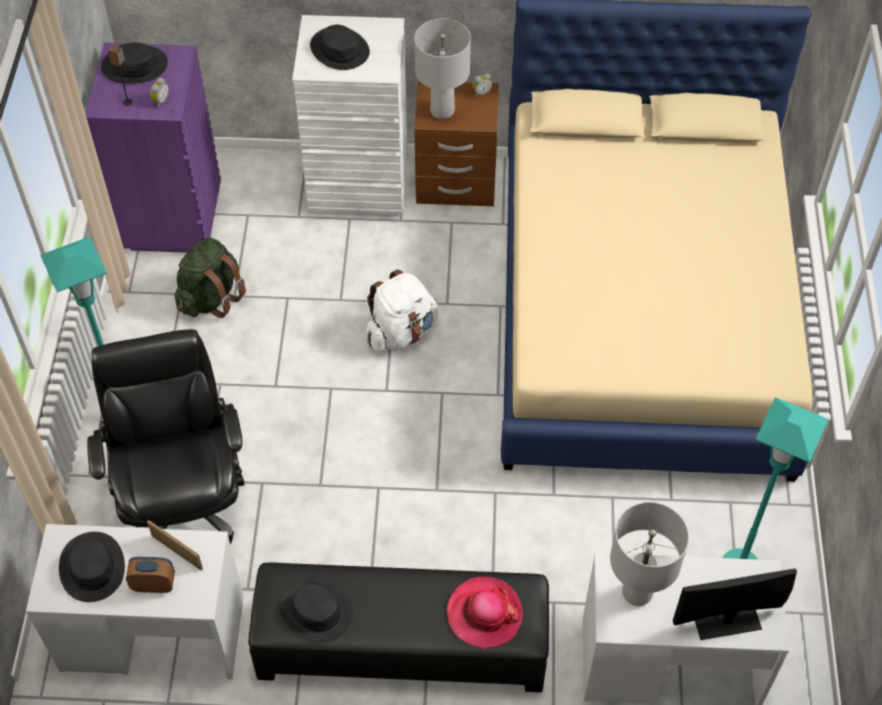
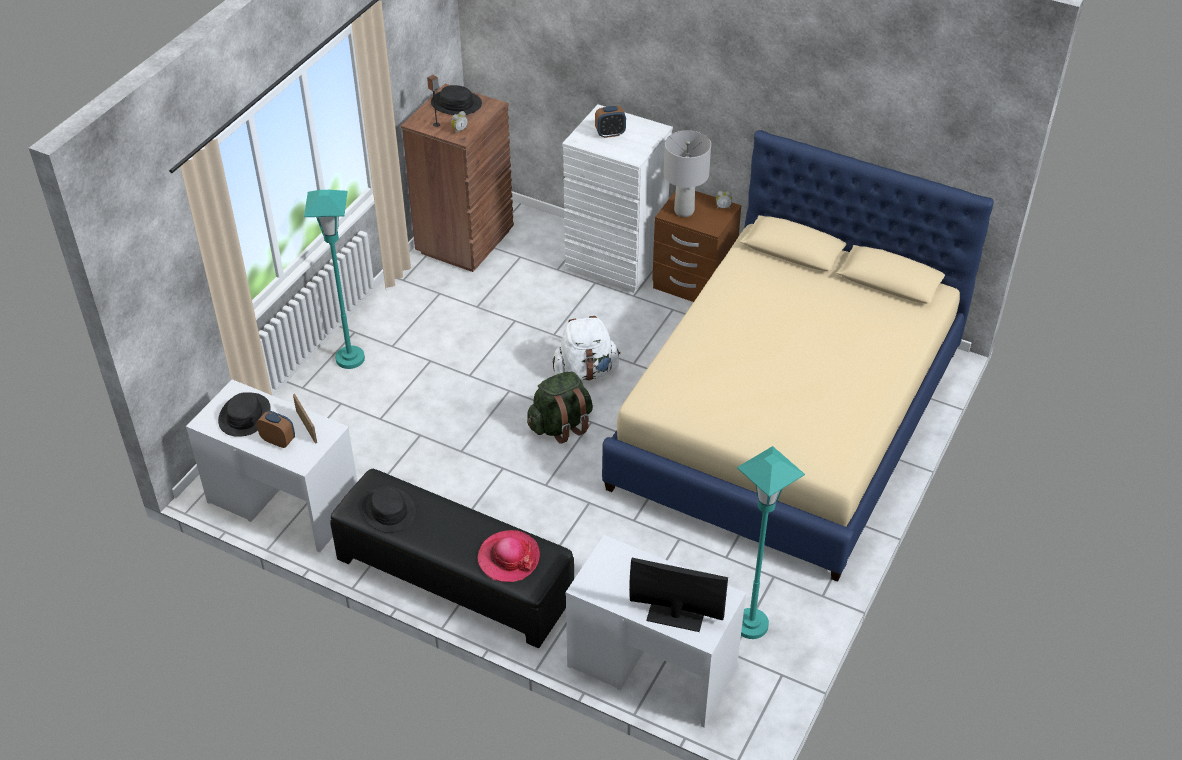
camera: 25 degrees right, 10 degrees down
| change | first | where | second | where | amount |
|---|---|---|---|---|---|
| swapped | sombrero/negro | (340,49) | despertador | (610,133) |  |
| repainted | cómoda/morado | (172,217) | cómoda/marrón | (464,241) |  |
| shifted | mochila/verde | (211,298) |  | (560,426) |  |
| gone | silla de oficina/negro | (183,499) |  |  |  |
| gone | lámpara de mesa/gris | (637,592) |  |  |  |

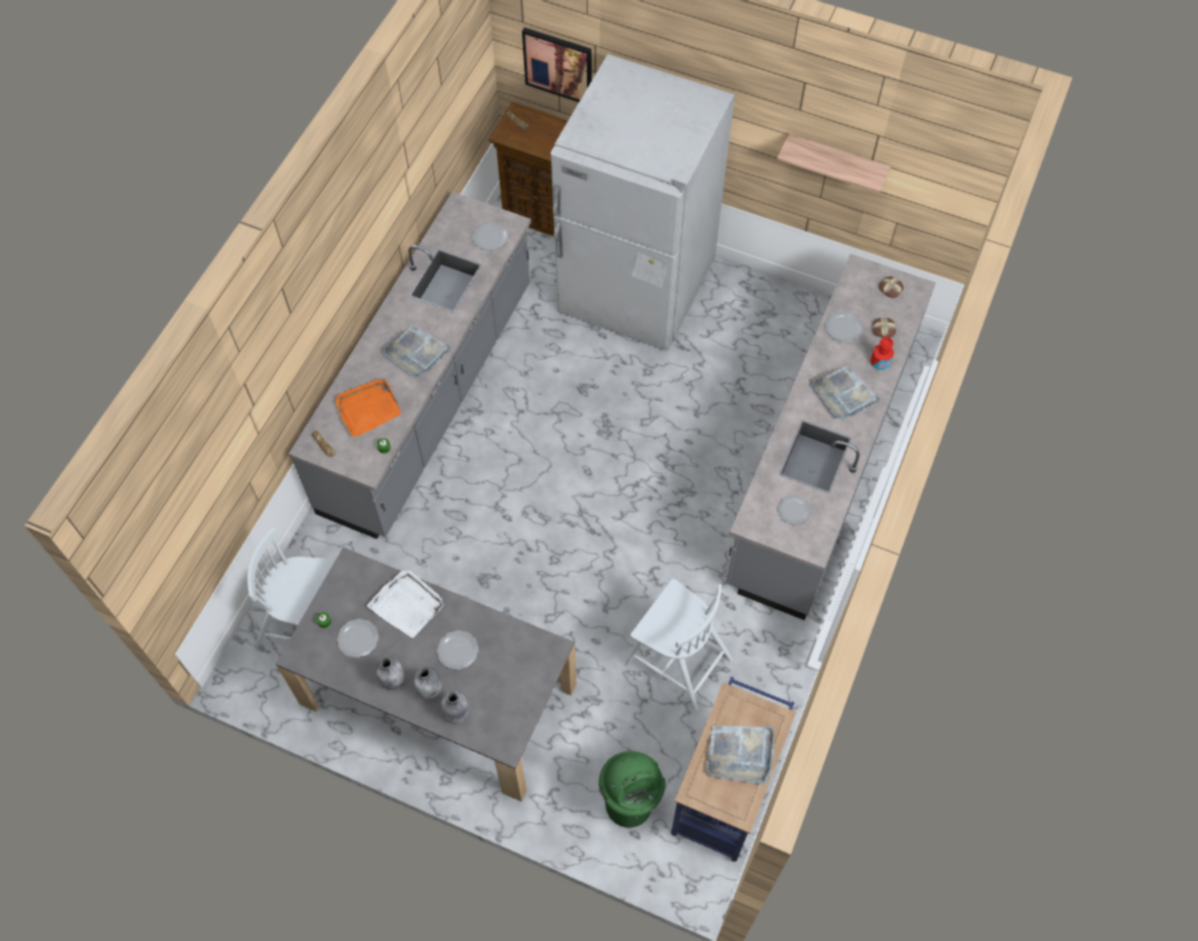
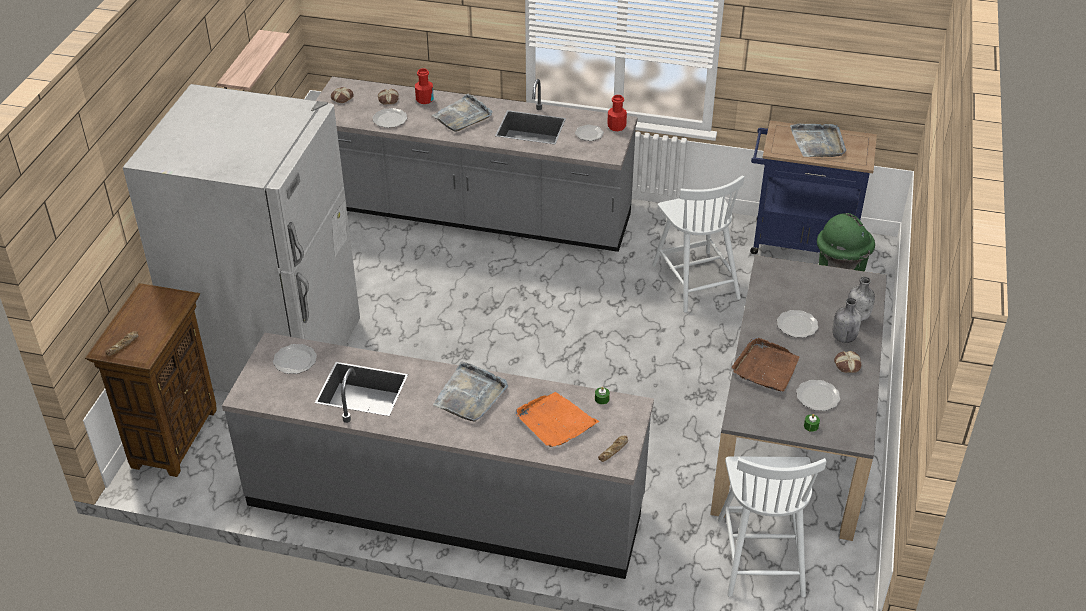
camera: 100 degrees left, 20 degrees down
| change | first | where | second | where | amount |
|---|---|---|---|---|---|
| gone | cuadro | (558,65) |  |  |  |
| repainted | bandeja/blanco | (407,604) | bandeja/marrón | (765,367) |  |
| rotated | silla/blanco | (677,660) |  | (695,280) | 135 degrees clockwise |
| swapped | botella/gris | (392,679) | pan | (847,364) |  |
| new |  |  | botella/rojo | (616,126) |  |

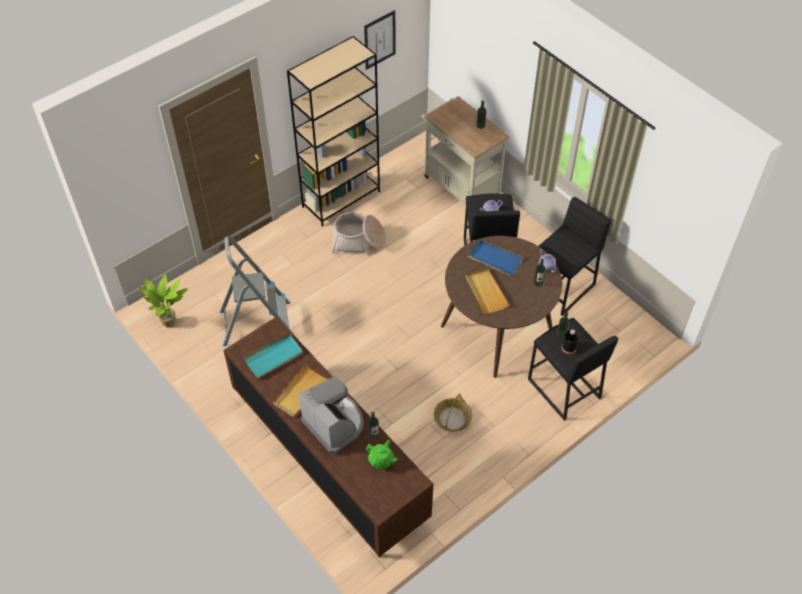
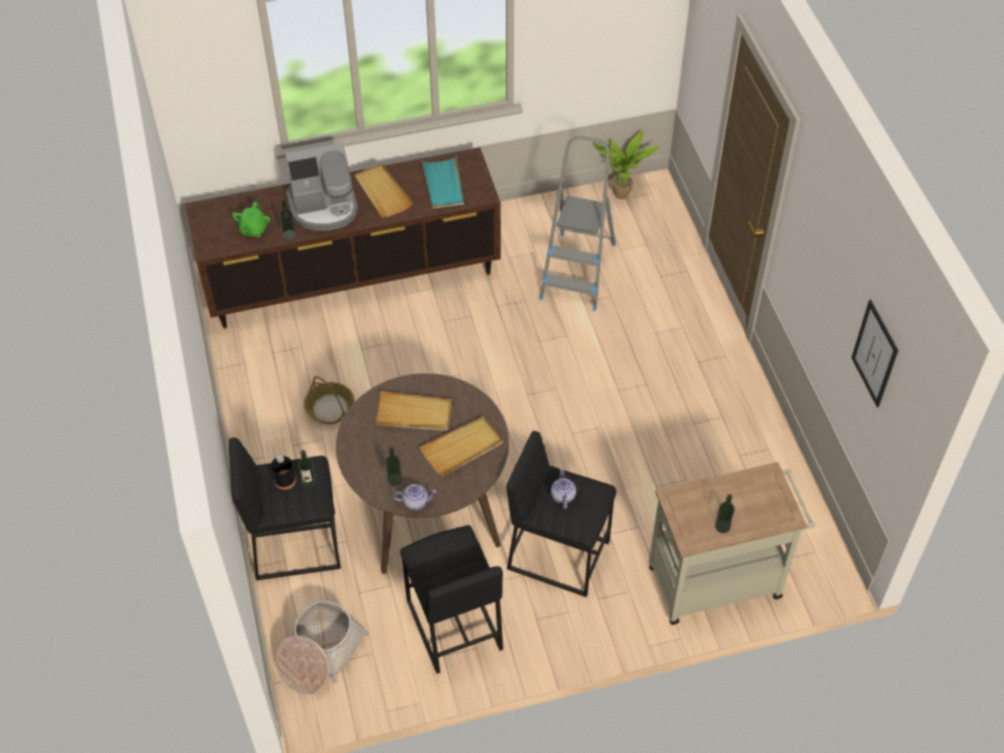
camera: 115 degrees right, 0 degrees up
| change | first | where | second | where | amount |
|---|---|---|---|---|---|
| gone | estantería/beis | (341,199) |  |  |  |
| shifted | cesta | (358,241) |  | (320,654) |  |
| repainted | bandeja/azul | (495,259) | bandeja/beis | (462,448) |  |
| rotated | tetera/verde | (381,460) |  | (253,230) | 45 degrees counterclockwise |

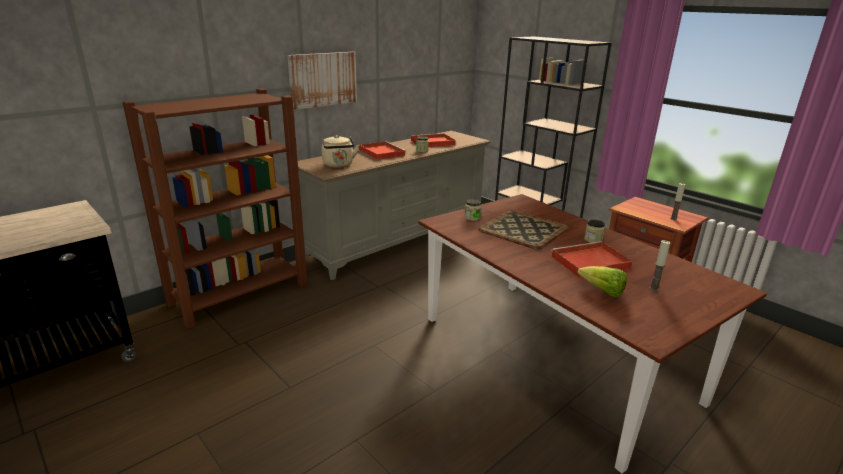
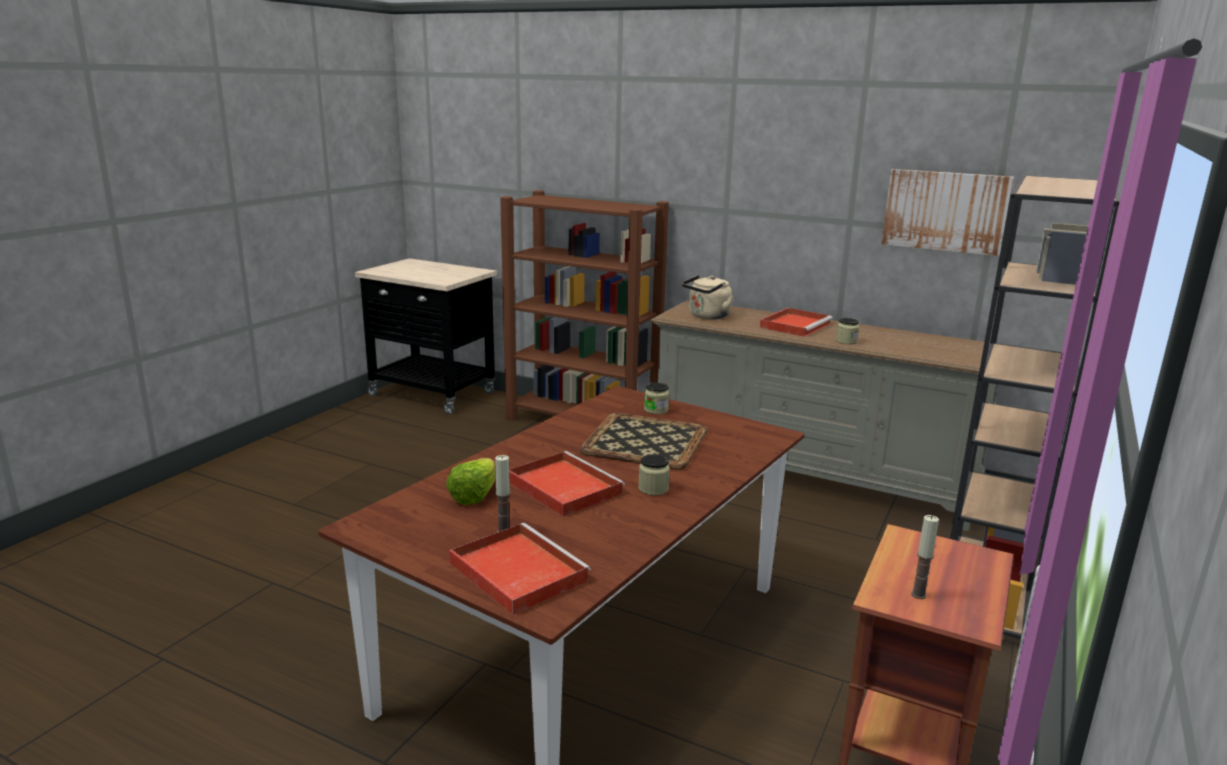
camera: 70 degrees right, 5 degrees down
| change | first | where | second | where | amount |
|---|---|---|---|---|---|
| shifted | cuadro | (323,79) |  | (945,211) |  |
| shifted | bandeja/rojo | (431,143) |  | (516,571) |  |

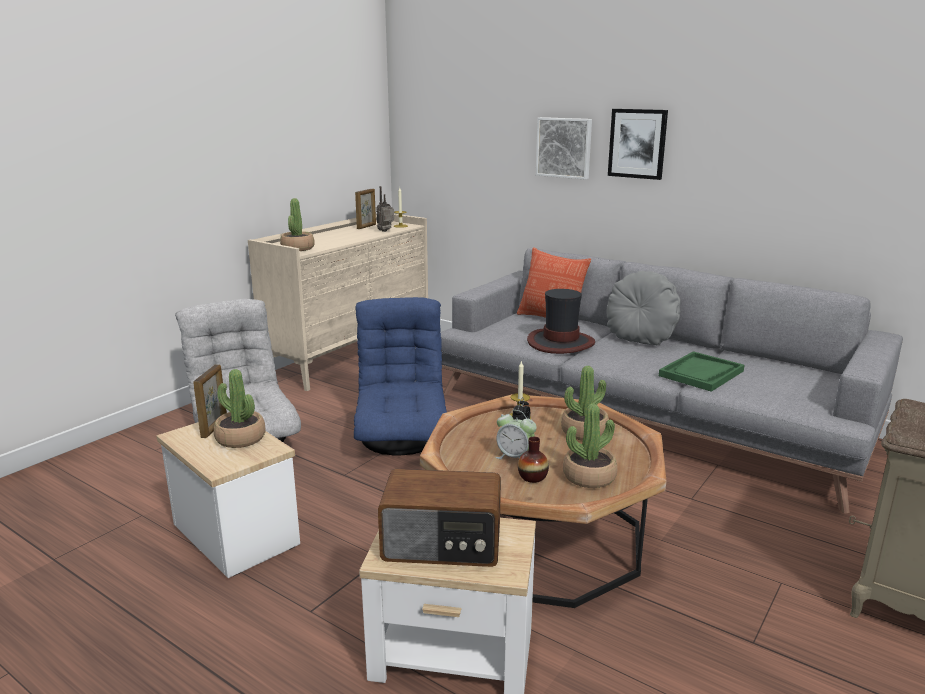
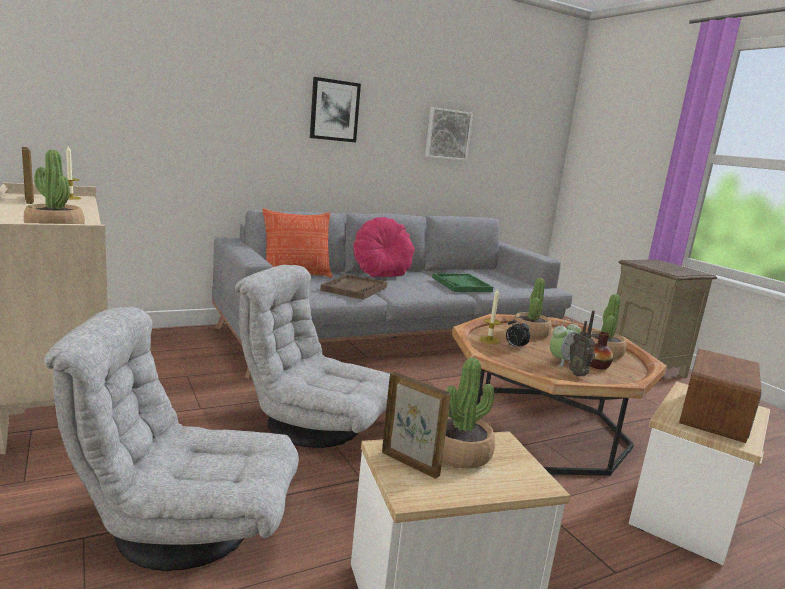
camera: 65 degrees left, 5 degrees down
| change | first | where | second | where | amount |
|---|---|---|---|---|---|
| shifted | cuadro | (564,147) |  | (447,134) |  |
| shifted | radio | (386,231) |  | (578,374) |  |
| repainted | cojín/gris | (640,340) | cojín/rosa | (381,275) |  |
| swapped | sombrero | (560,342) | bandeja/marrón | (354,289) |  |
| repainted | sillón/azul | (403,438) | sillón/gris | (317,424) |  |

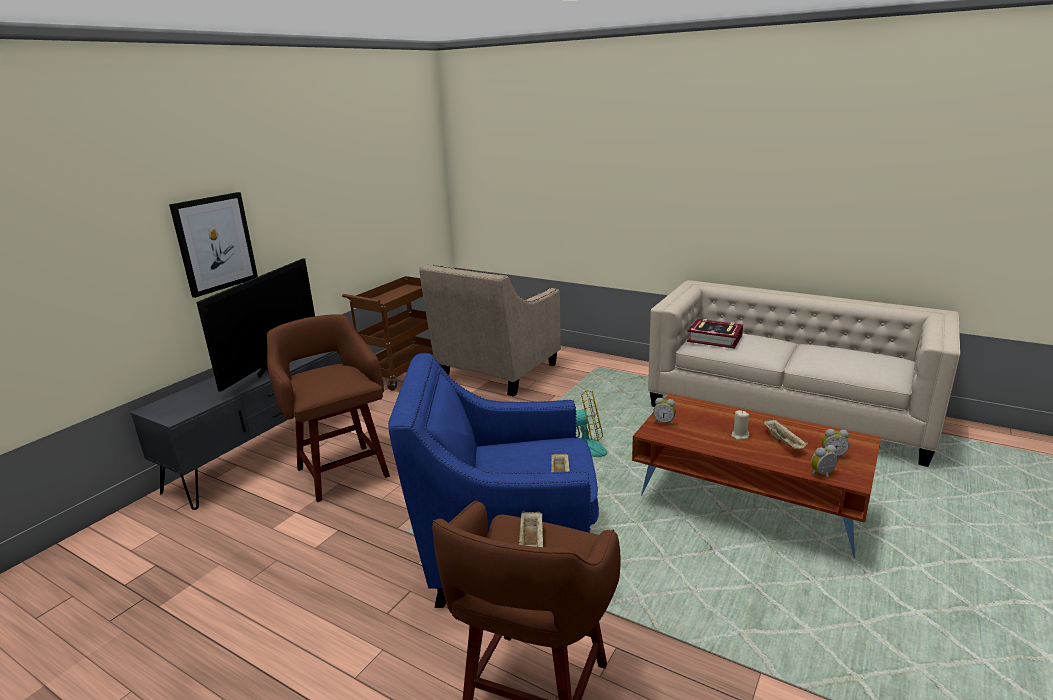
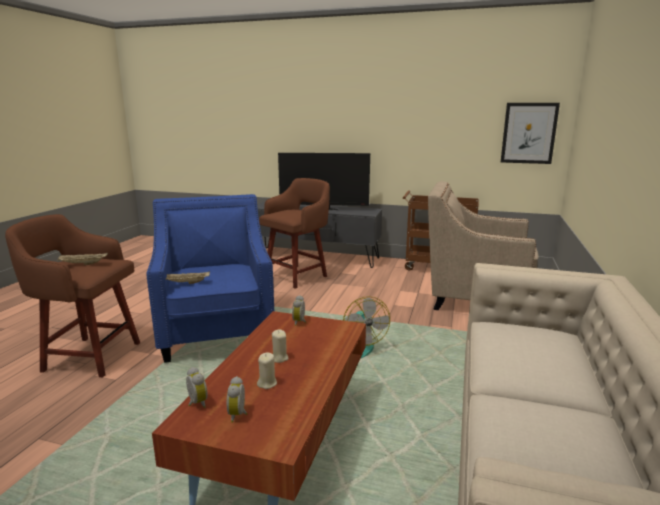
camera: 75 degrees right, 5 degrees down
| change | first | where | second | where | amount |
|---|---|---|---|---|---|
| shifted | cuadro | (215,243) |  | (528,133) |  |
| gone | libro | (714,338) |  |  |  |
| swapped | bandeja/beis | (784,442) | vela/beis | (267,383) |  |

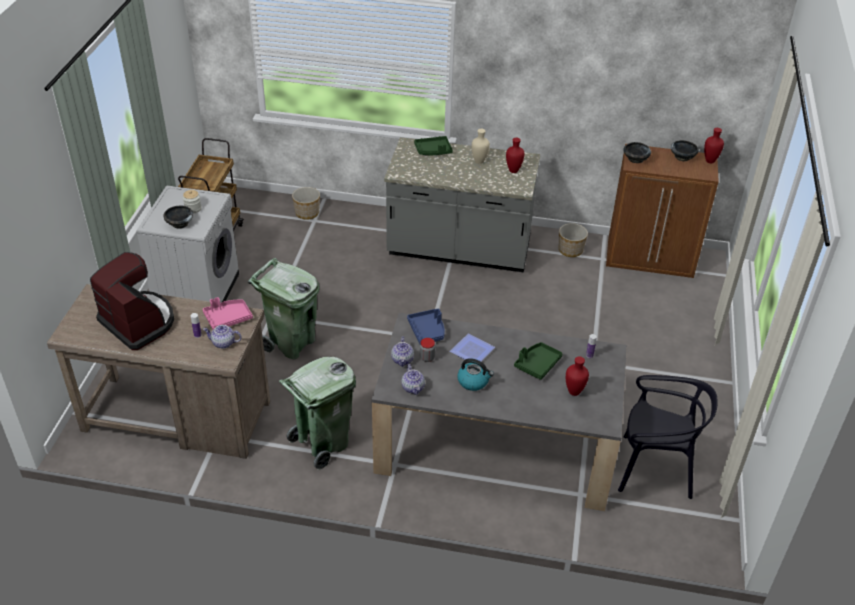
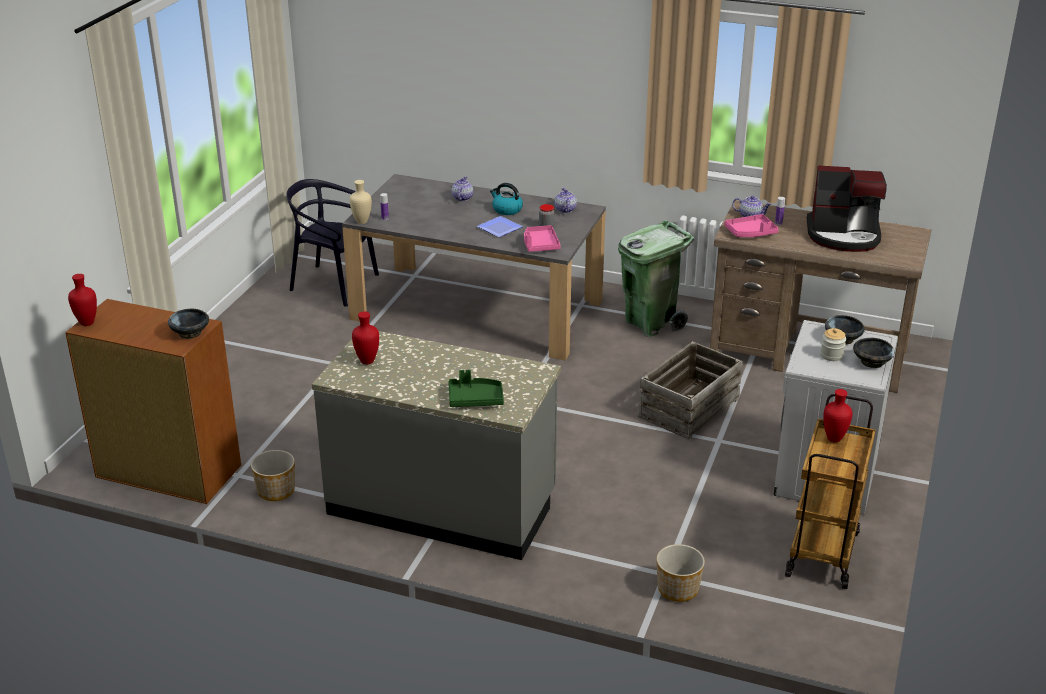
camera: 170 degrees left, 10 degrees down
| change | first | where | second | where | amount |
|---|---|---|---|---|---|
| shifted | florero/beis | (479,161) |  | (362,222) |  |
| shifted | cuenco/negro | (682,157) |  | (871,362) |  |
| rotated | cafetera | (139,322) |  | (844,235) | 45 degrees counterclockwise |
| swapped | papelera/verde | (291,343) | caja de embalaje | (689,408) |  |
| repainted | bandeja/azul | (427,331) | bandeja/rosa | (540,244) |  |
| shifted | tetera | (402,360) |  | (462,198) |  |
| gone | bandeja/verde | (537,364) |  |  |  |
| shifted | florero/rojo | (575,392) |  | (833,438) |  |

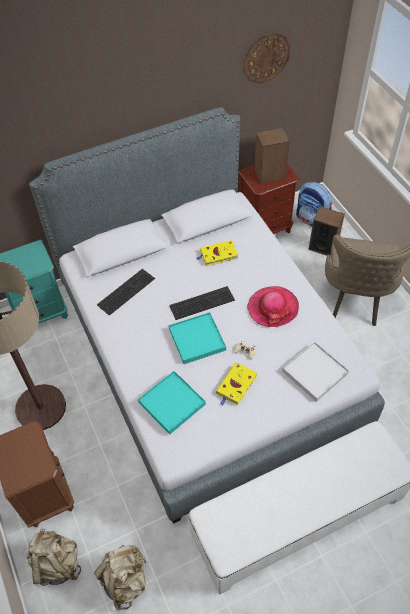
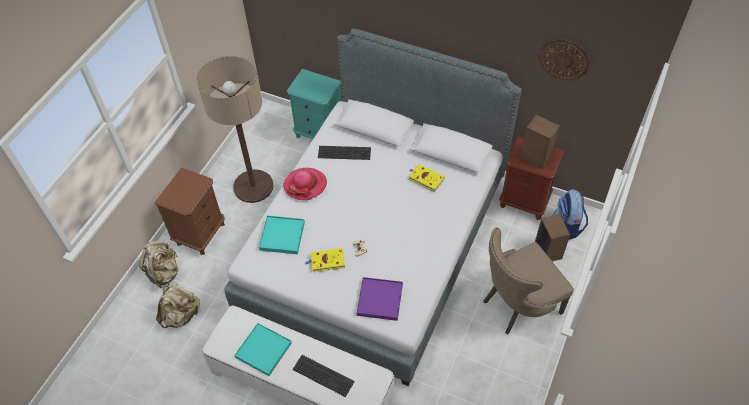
camera: 50 degrees right, 0 degrees up
| change | first | where | second | where | amount |
|---|---|---|---|---|---|
| shifted | teclado | (202,301) |  | (324,374) |  |
| shifted | sombrero | (273,308) |  | (305,185) |  |
| shifted | bandeja/turquesa | (197,339) |  | (263,350) |  |
| repainted | bandeja/blanco | (314,372) | bandeja/morado | (380,300) |  |

